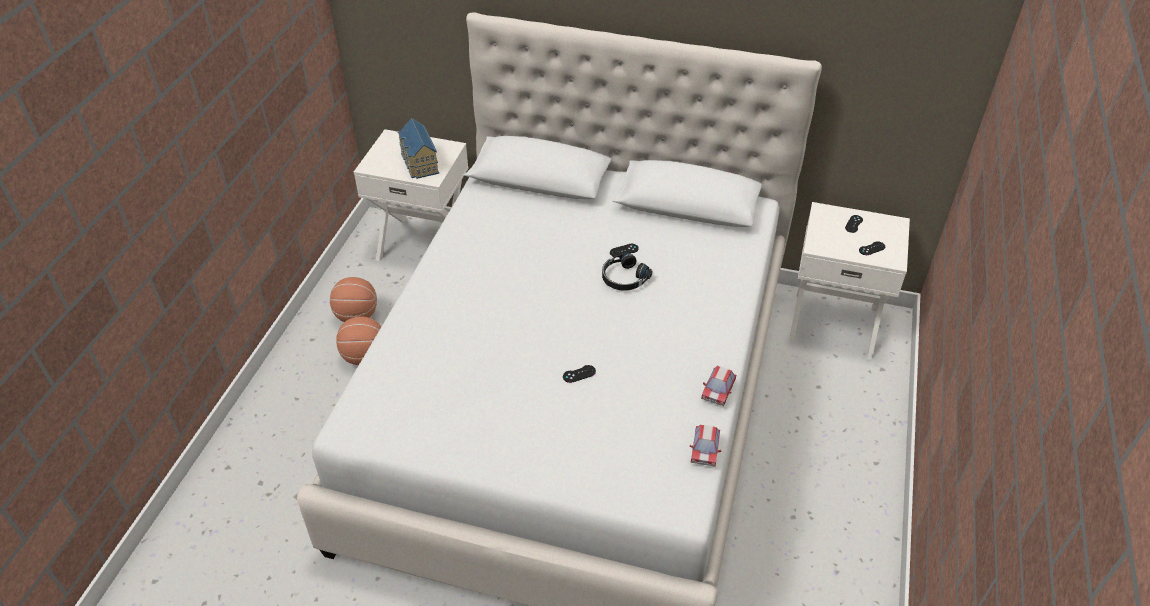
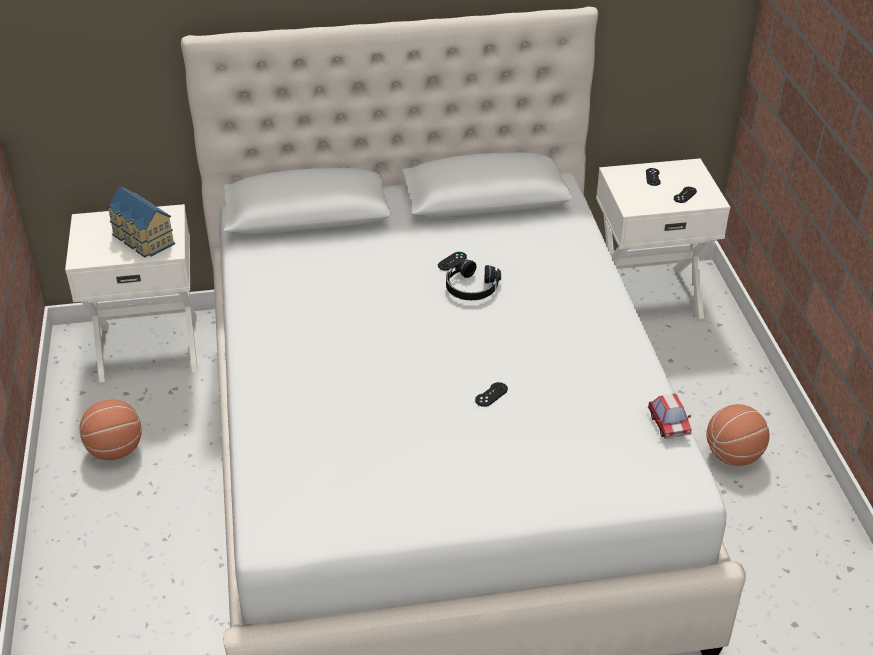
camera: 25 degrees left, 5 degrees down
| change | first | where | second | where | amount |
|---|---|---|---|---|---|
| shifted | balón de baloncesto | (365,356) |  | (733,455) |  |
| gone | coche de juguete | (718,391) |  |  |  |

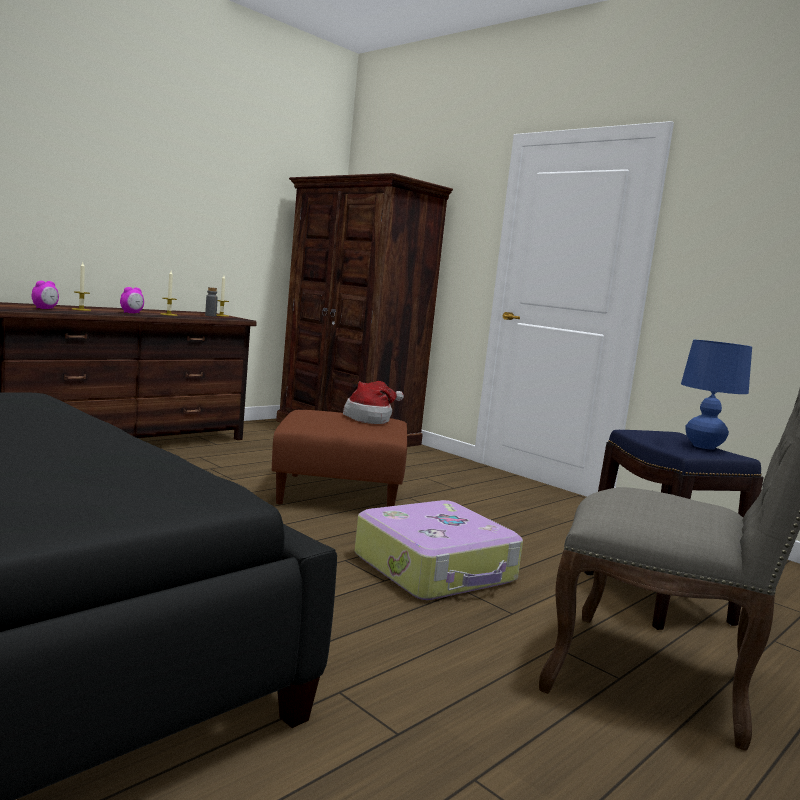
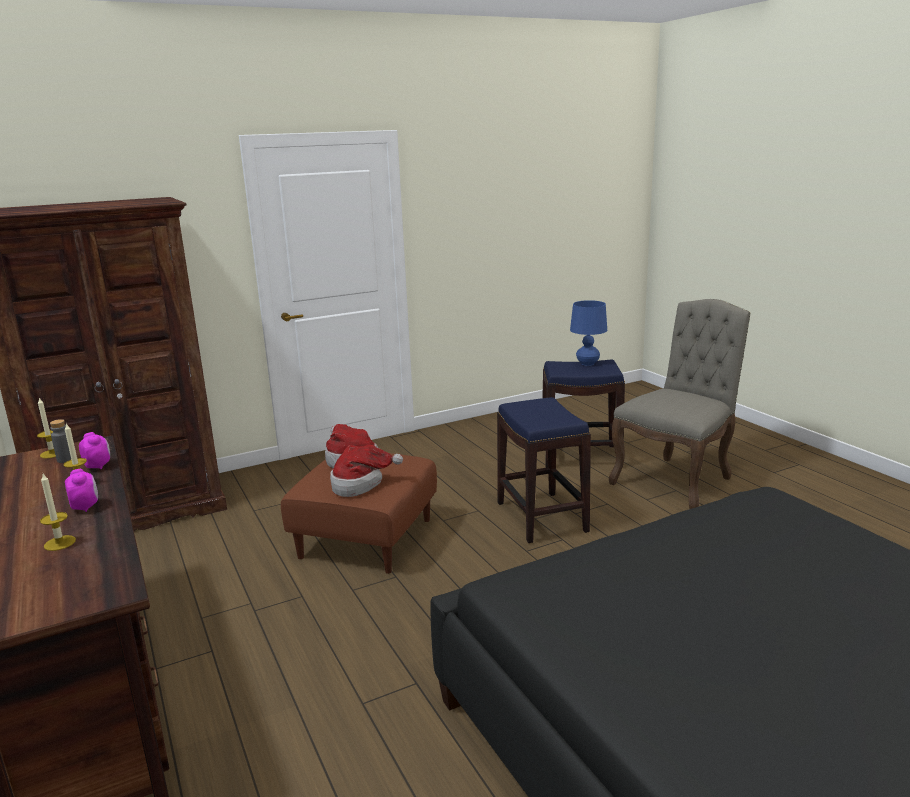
camera: 70 degrees left, 10 degrees up
| change | first | where | second | where | amount |
|---|---|---|---|---|---|
| shifted | despertador | (45,309) |  | (98,466) |  |
| swapped | maleta | (436,568) | taburete | (541,517) |  |
| new |  |  | sombrero | (360,484) |  |

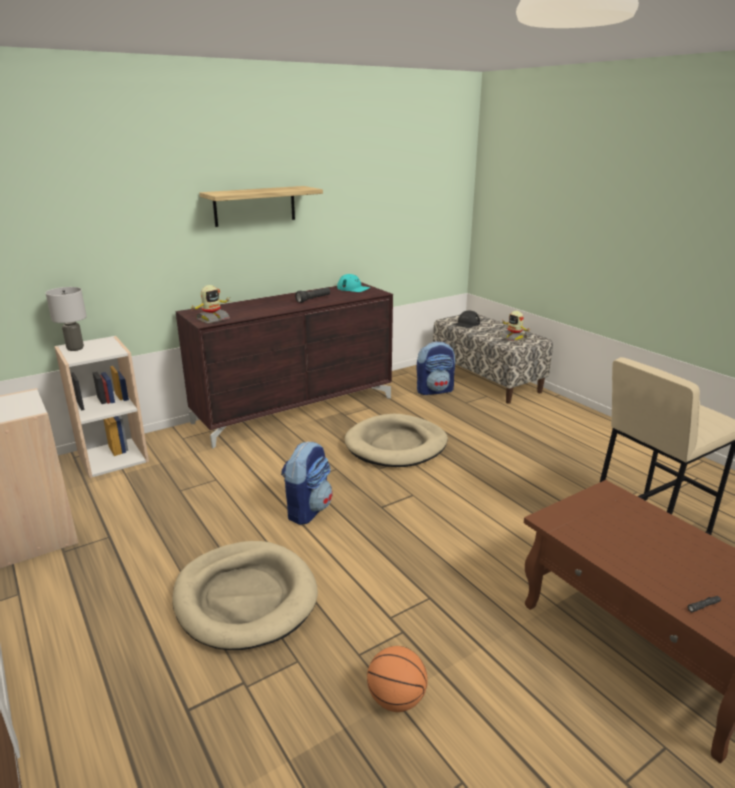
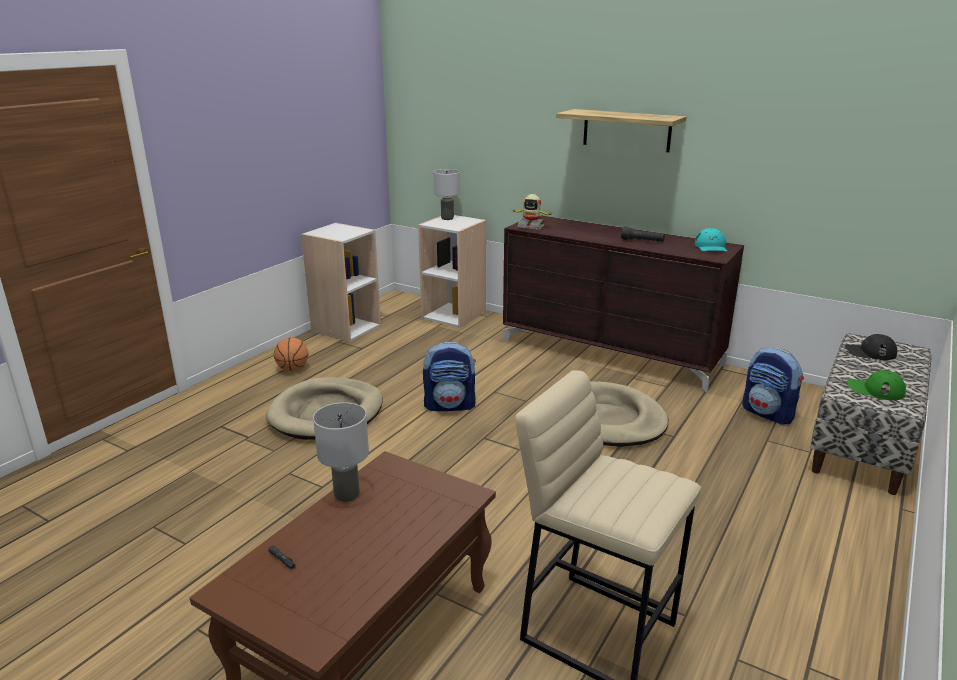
camera: 65 degrees right, 0 degrees up
| change | first | where | second | where | amount |
|---|---|---|---|---|---|
| swapped | robot de juguete | (513,338) | gorra/verde | (875,390) |  |
| shifted | balón de baloncesto | (396,699) |  | (292,369) |  |
| new |  |  | lámpara de mesa/blanco | (346,495) |  |

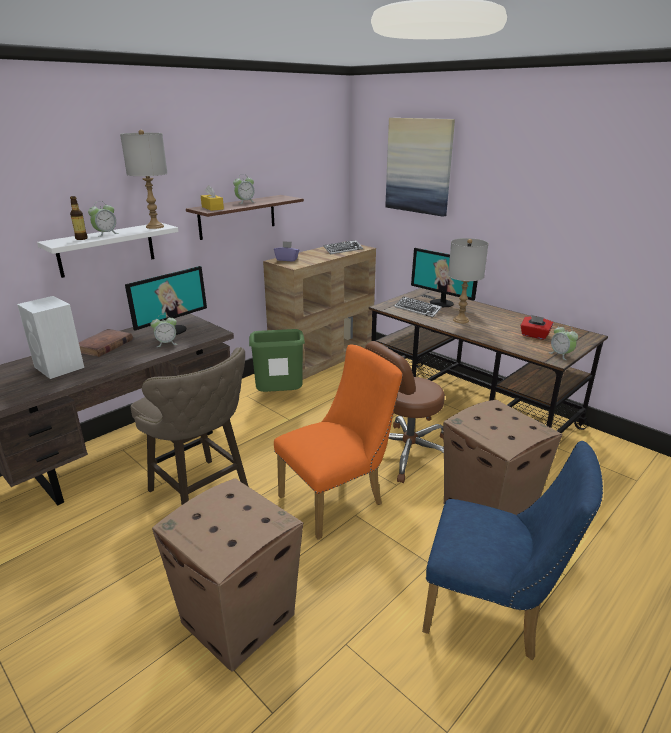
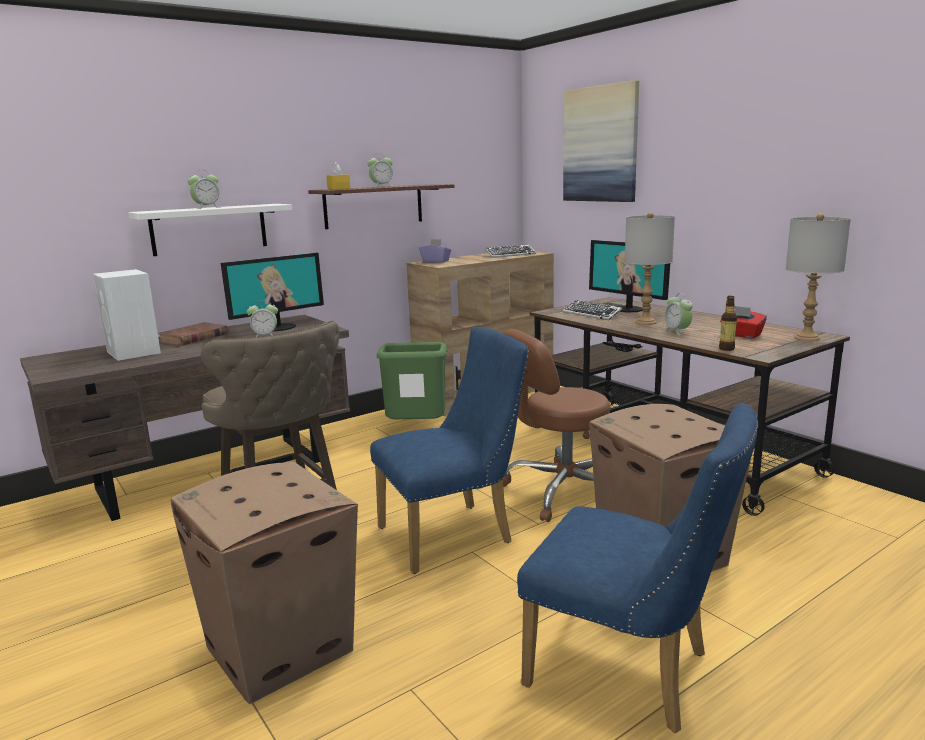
camera: 10 degrees right, 10 degrees down
| change | first | where | second | where | amount |
|---|---|---|---|---|---|
| shifted | lámpara de mesa/gris | (155,226) |  | (806,338) |  |
| shifted | botella | (81,238) |  | (726,349) |  |
| shifted | despertador | (561,355) |  | (677,331) |  |
| repainted | silla/naranja | (338,499) | silla/azul | (454,534) |  |

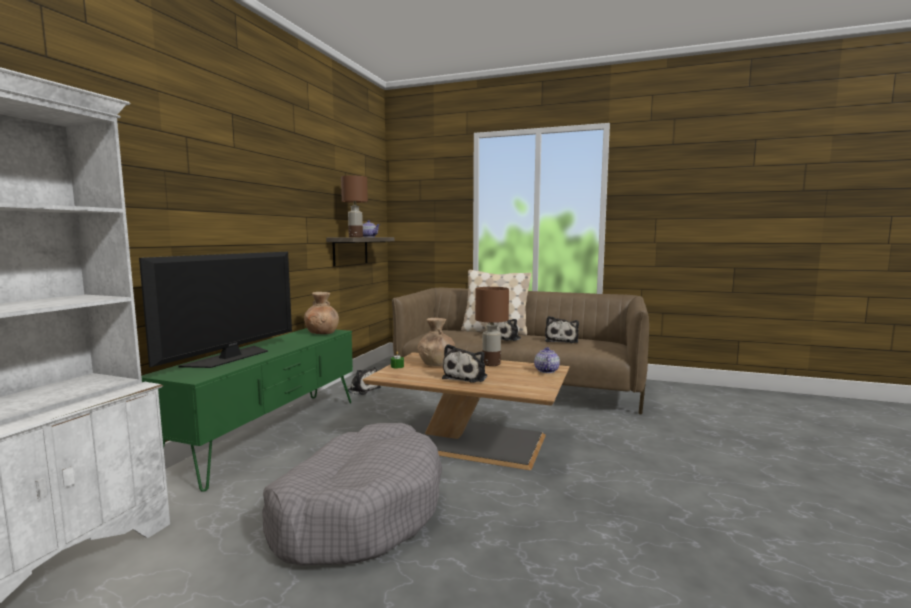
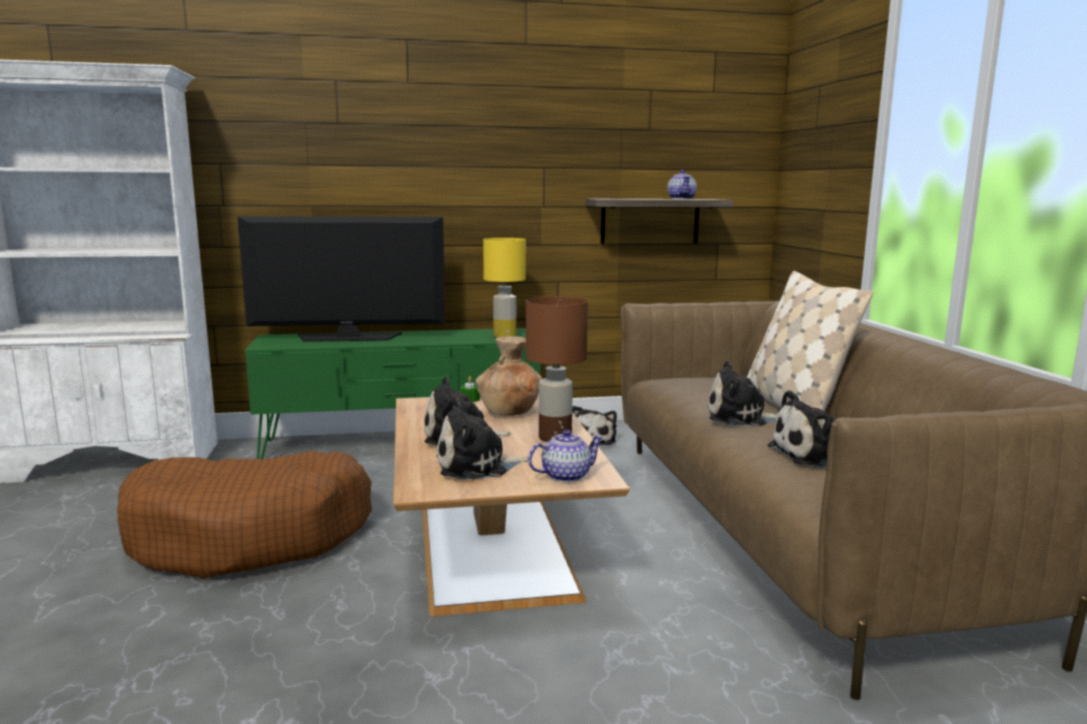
camera: 60 degrees right, 5 degrees up
| change | first | where | second | where | amount |
|---|---|---|---|---|---|
| gone | lámpara de mesa/marrón | (356,237) |  |  |  |
| swapped | florero/marrón | (322,333) | lámpara de mesa/amarillo | (505,336) |  |
| repainted | cama para perro/gris | (358,510) | cama para perro/marrón | (250,536) |  |
| new |  |  | peluche | (476,466) |  |

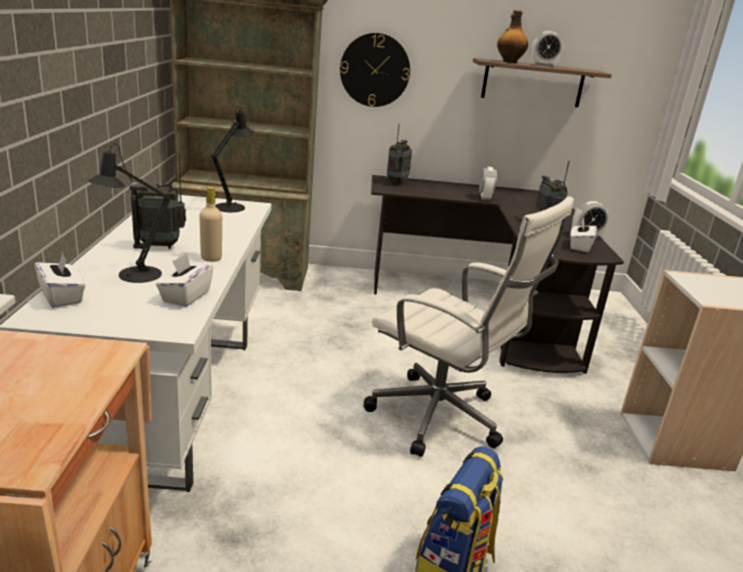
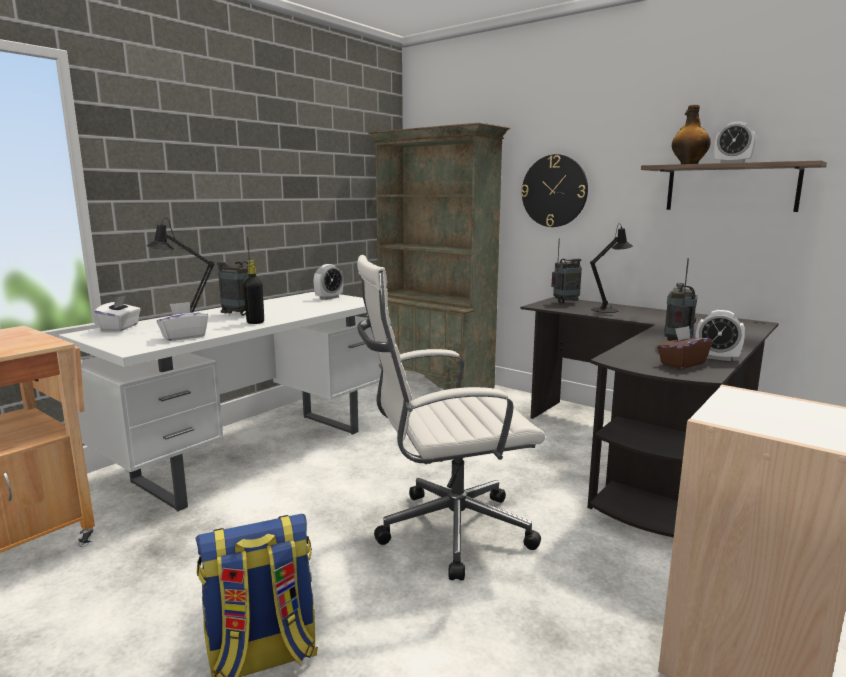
camera: 40 degrees right, 10 degrees down
| change | first | where | second | where | amount |
|---|---|---|---|---|---|
| shifted | lámpara de mesa/negro | (232,206) |  | (607,309) |  |
| shifted | despertador | (484,198) |  | (329,298) |  |
| repainted | botella/beis | (211,258) | botella/negro | (255,322) |  |
| rotated | silla de oficina/blanco | (442,419) |  | (447,532) | 90 degrees clockwise |
| repainted | caja de pañuelos/blanco | (579,246) | caja de pañuelos/marrón | (682,364) |  |

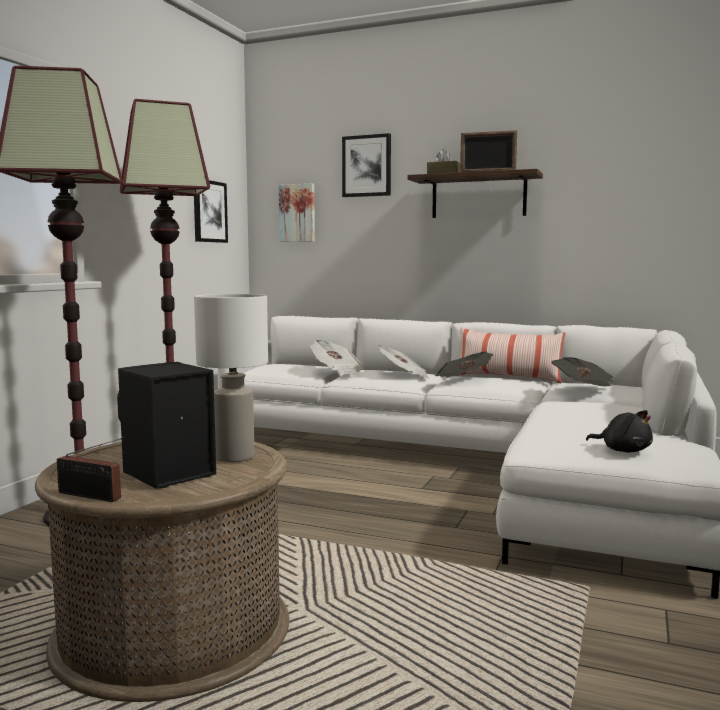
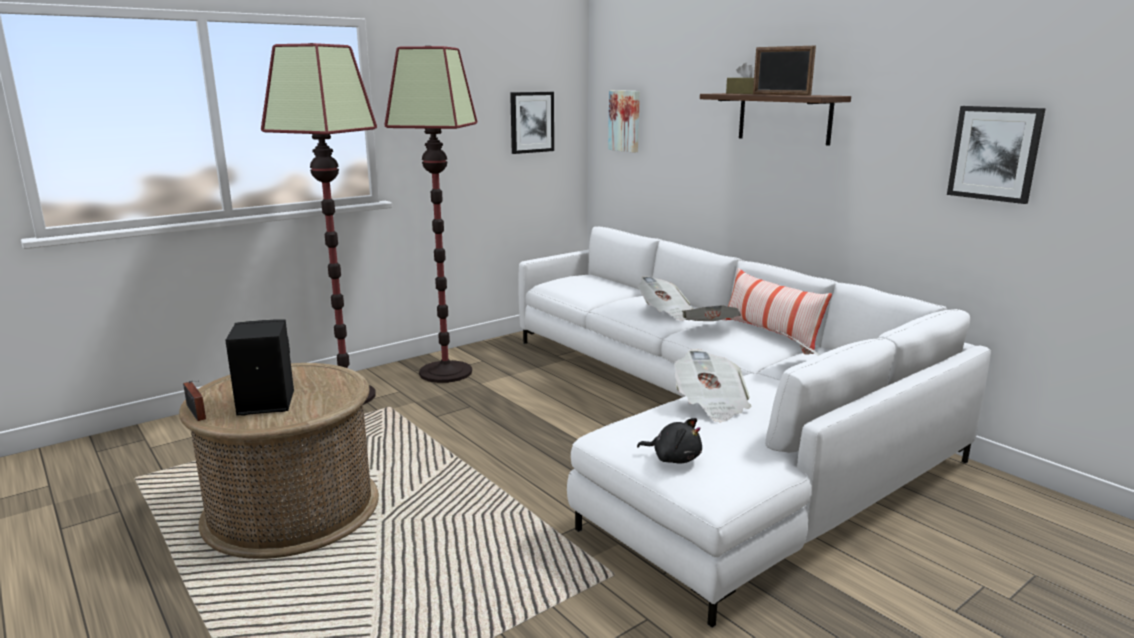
camera: 30 degrees right, 10 degrees up
| change | first | where | second | where | amount |
|---|---|---|---|---|---|
| shifted | cuadro | (367,166) |  | (995,153) |  |
| gone | lámpara de mesa/blanco | (234,458) |  |  |  |
| shifted | periódico | (337,371) |  | (711,405) |  |
| rotated | peluche/negro | (623,450) |  | (674,458) | 45 degrees counterclockwise |

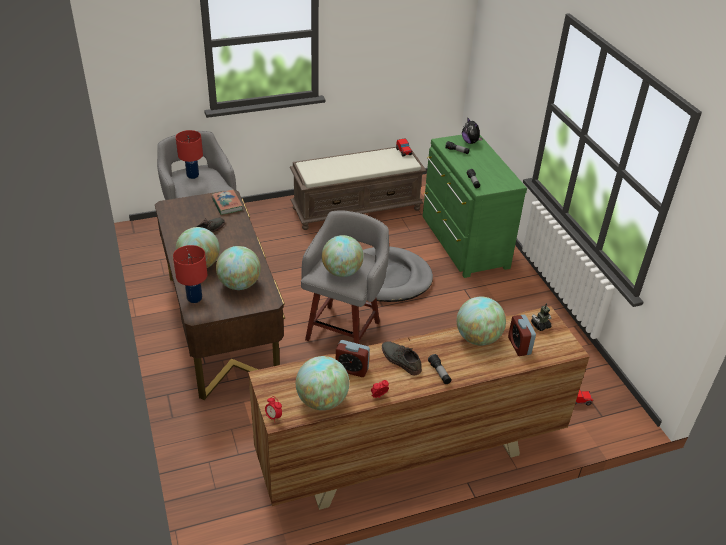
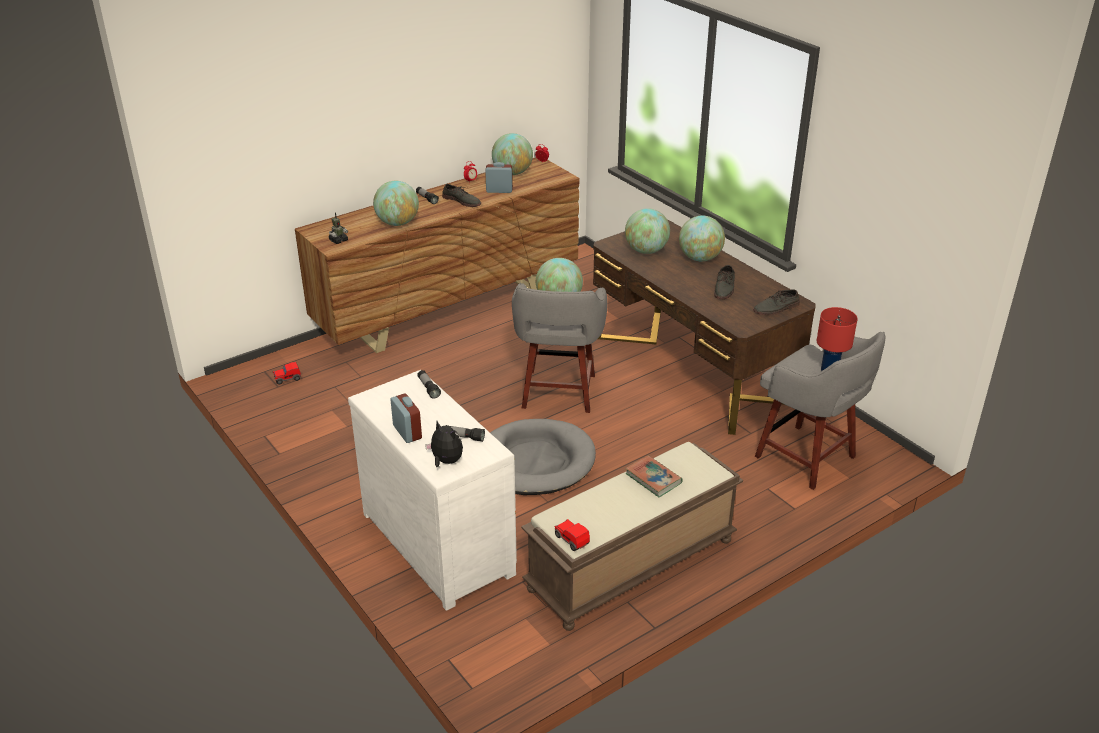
camera: 165 degrees right, 5 degrees down
| change | first | where | second | where | amount |
|---|---|---|---|---|---|
| repainted | cómoda/verde | (463,243) | cómoda/blanco | (441,541) |  |
| shifted | libro | (227,204) |  | (653,479) |  |
| gone | lámpara de mesa/rojo | (195,299) |  |  |  |
| shifted | despertador | (519,346) |  | (407,432) |  |
| new |  |  | zapato/gris | (776,308) |  |

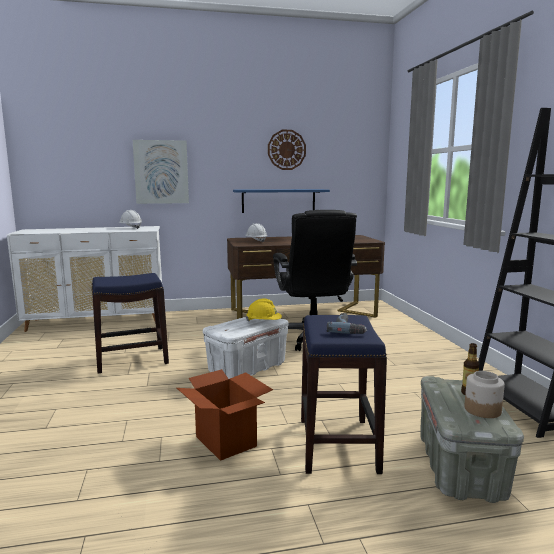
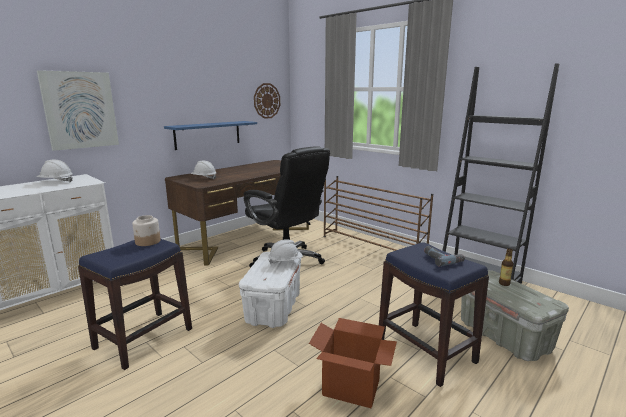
camera: 35 degrees left, 5 degrees up
| change | first | where | second | where | amount |
|---|---|---|---|---|---|
| shifted | reloj de pared | (286,150) |  | (266,101) |  |
| repainted | casco/amarillo | (264,322) | casco/blanco | (285,262) |  |
| shifted | tarro | (482,410) |  | (148,242) |  |
| new |  |  | zapatero/marrón | (371,248) |  |

